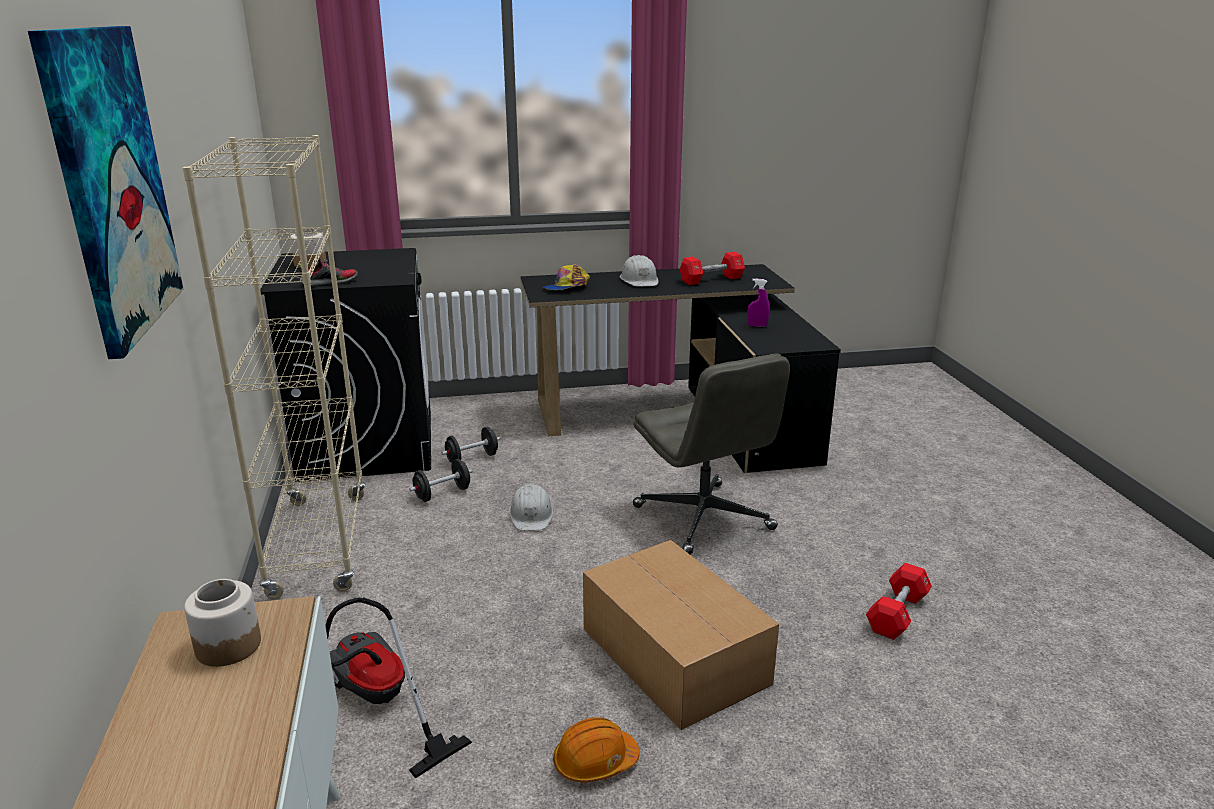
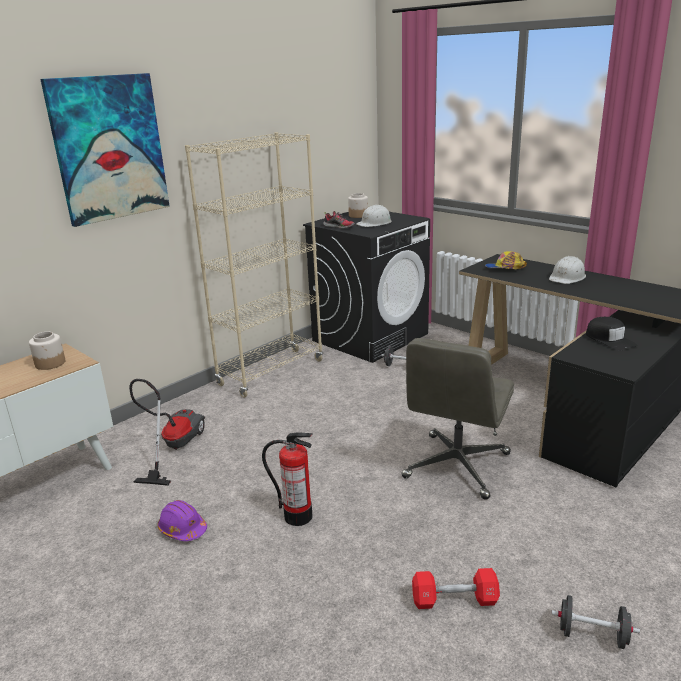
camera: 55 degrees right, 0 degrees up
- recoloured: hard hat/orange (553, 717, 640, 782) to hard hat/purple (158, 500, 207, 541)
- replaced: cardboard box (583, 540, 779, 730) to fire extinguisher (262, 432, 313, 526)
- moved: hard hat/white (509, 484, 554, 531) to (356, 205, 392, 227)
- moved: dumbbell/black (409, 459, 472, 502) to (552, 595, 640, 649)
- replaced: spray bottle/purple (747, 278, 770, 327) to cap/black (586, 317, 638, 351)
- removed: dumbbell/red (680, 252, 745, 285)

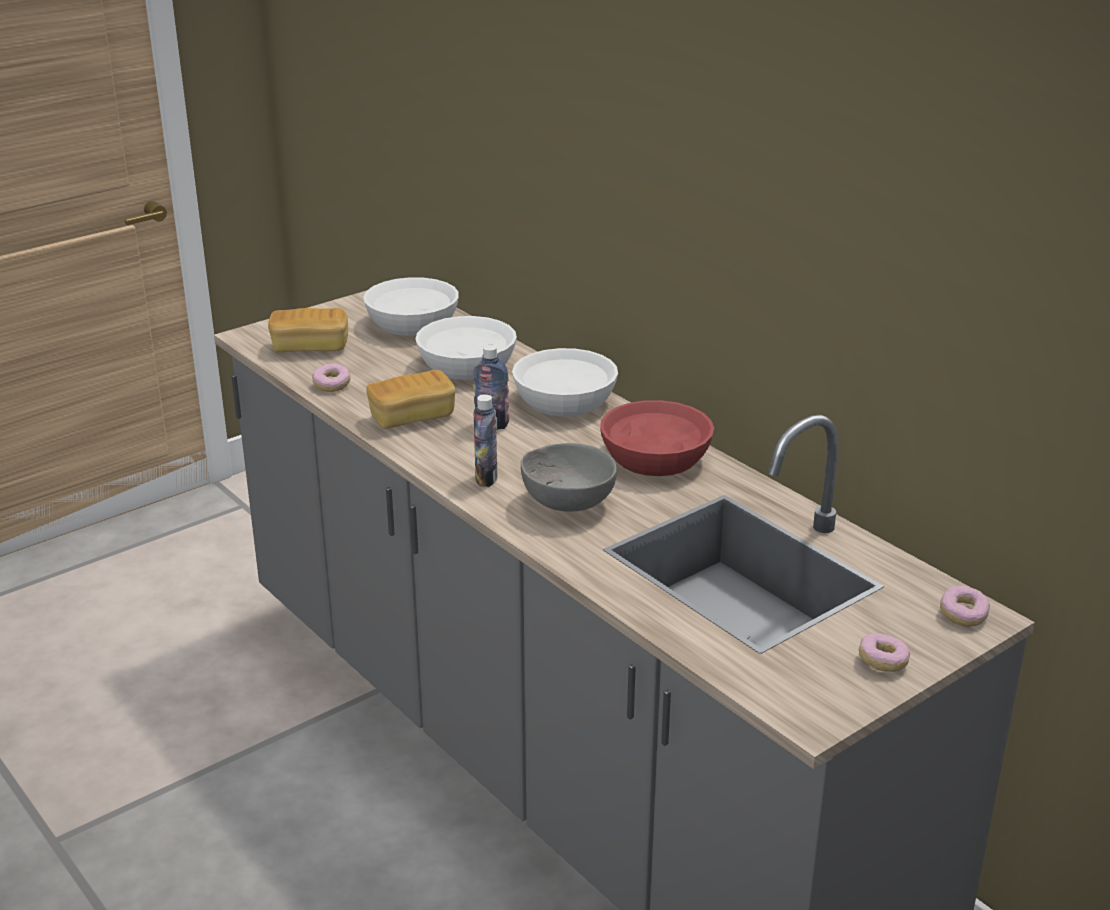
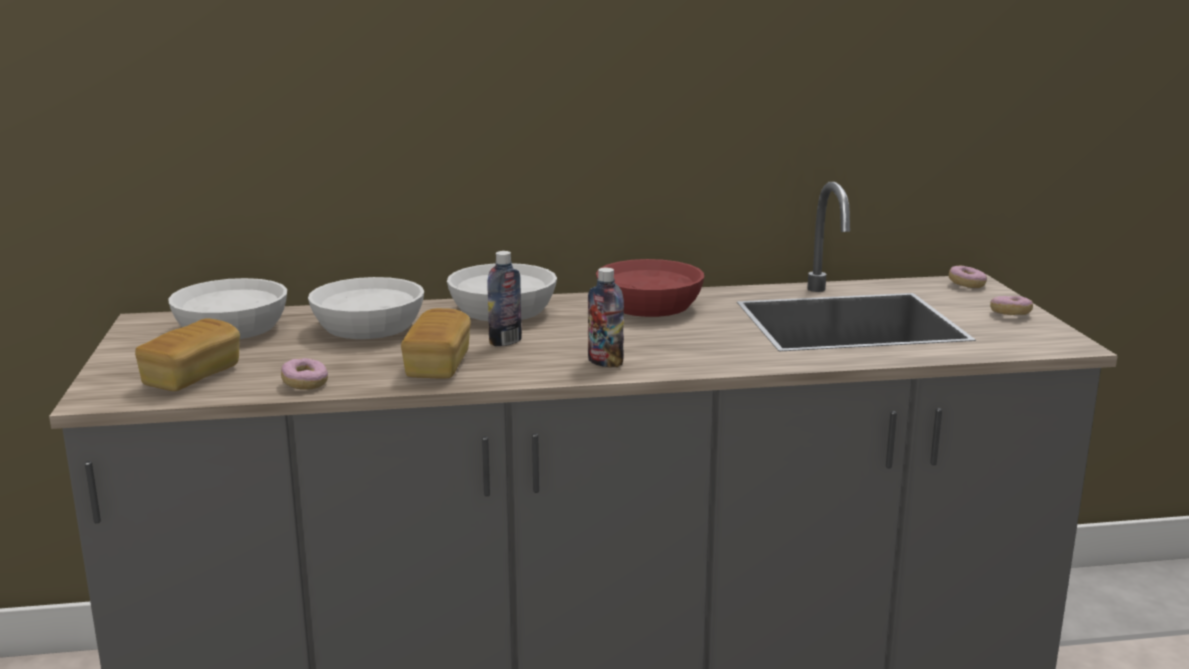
camera: 60 degrees left, 10 degrees down
- removed: bowl/grey (521, 443, 617, 512)

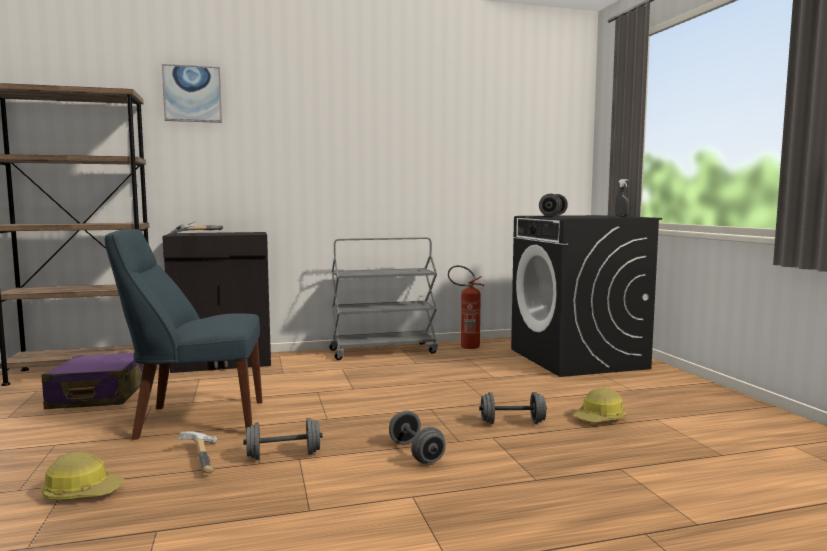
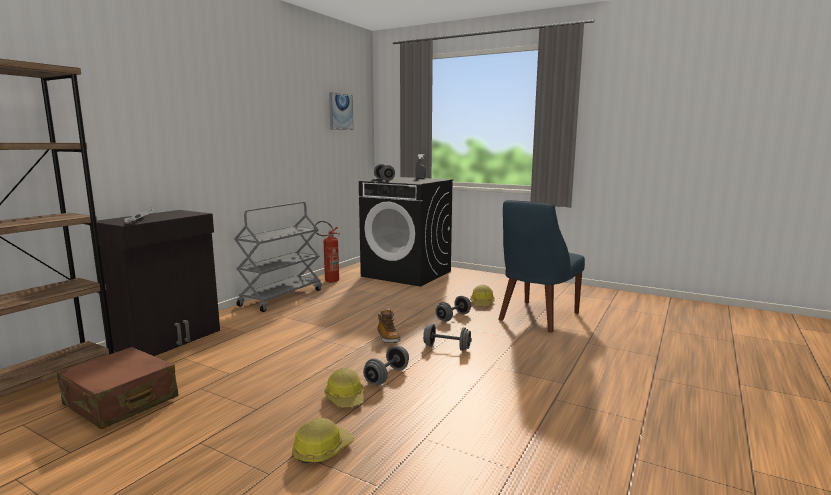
camera: 45 degrees left, 5 degrees up
- recoloured: suitcase/purple (41, 353, 144, 409) to suitcase/brown (57, 347, 178, 430)
- replaced: hammer (177, 431, 217, 473) to hard hat (324, 368, 364, 408)
- moved: picture (162, 64, 222, 123) to (329, 92, 354, 130)
- added: boot (378, 309, 401, 343)
- moved: chair/blue (105, 229, 263, 440) to (498, 200, 585, 333)

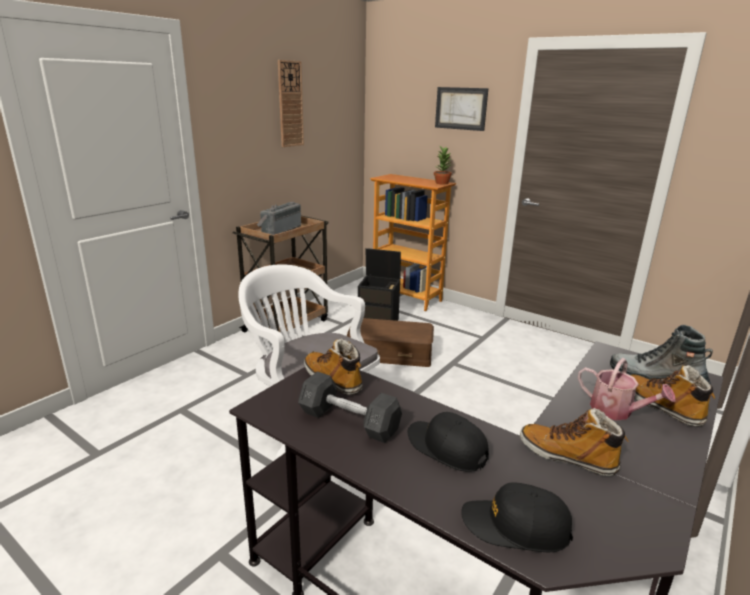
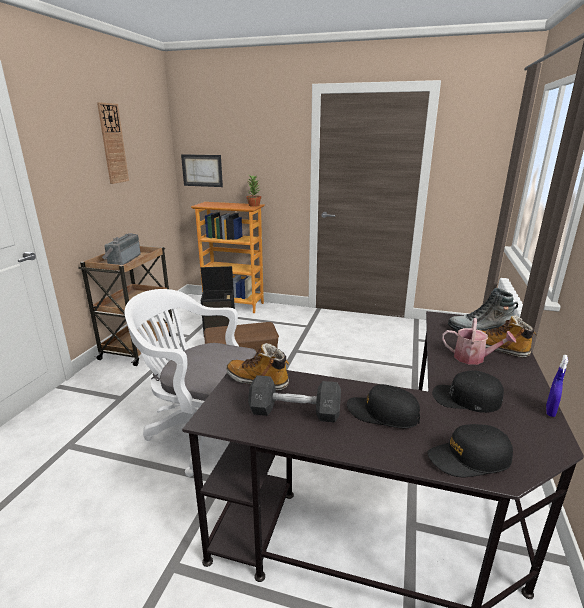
camera: 20 degrees left, 0 degrees up
- moved: picture (435, 87, 489, 131) to (181, 154, 223, 187)
- replaced: boot (520, 408, 629, 476) to cap/black (432, 370, 504, 413)
- added: spray bottle/blue (546, 355, 568, 417)

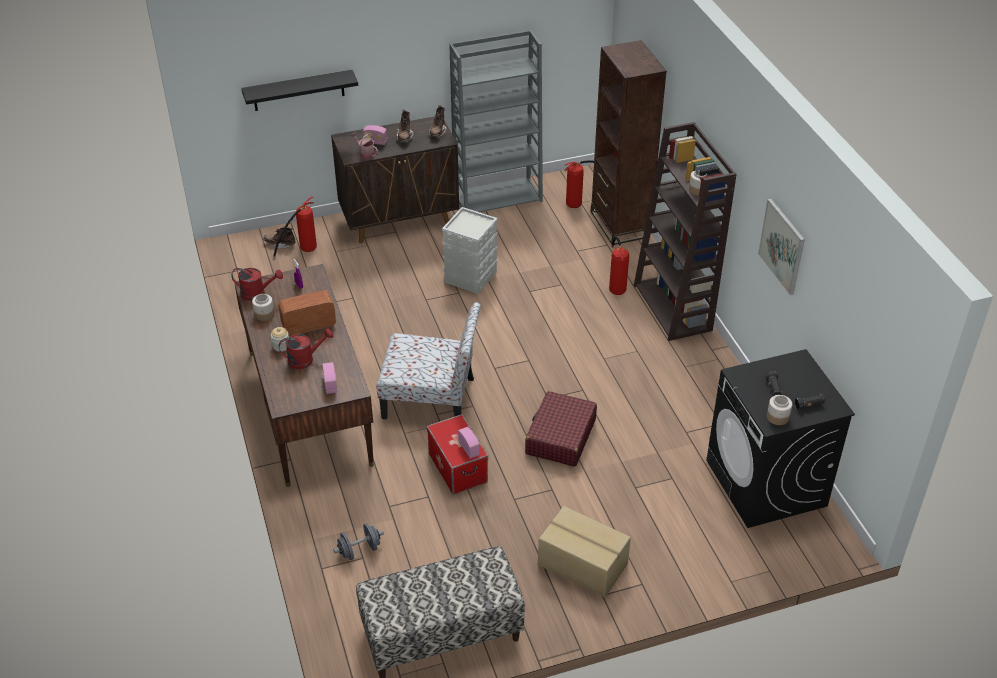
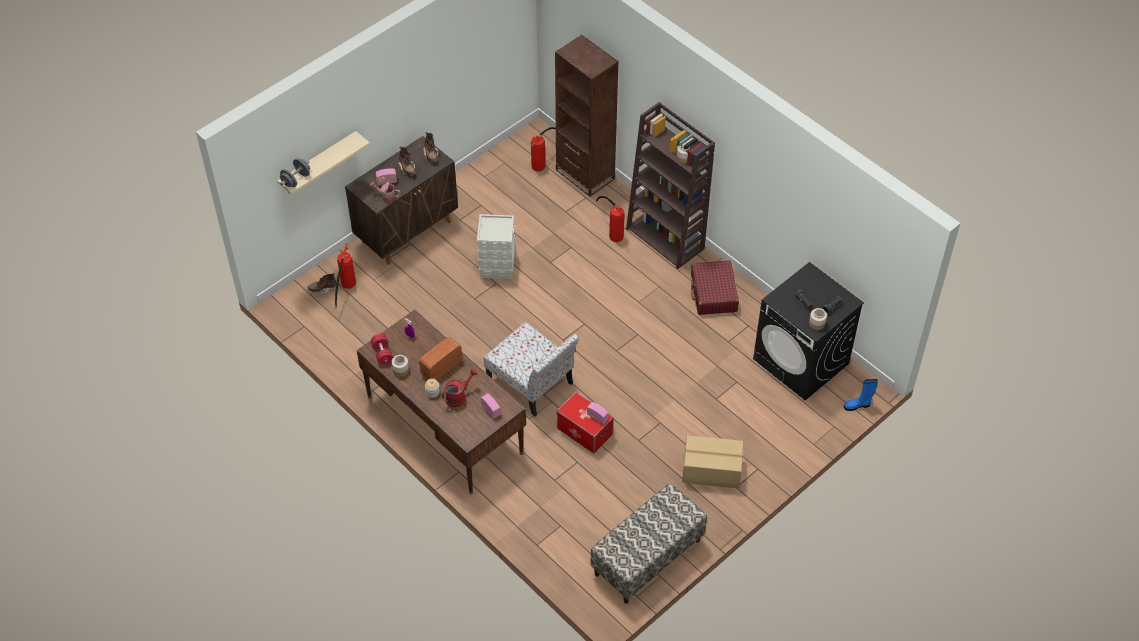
camera: 25 degrees left, 10 degrees up
- recoloured: shelf/black (241, 70, 358, 111) to shelf/beige (278, 131, 370, 195)
- moved: dumbbell/grey (333, 523, 384, 560) to (280, 158, 310, 187)
- replaced: watering can/red (231, 268, 283, 301) to dumbbell/red (371, 334, 393, 365)
- turned: chair (376, 302, 481, 420) = (484, 322, 579, 417) 60 degrees clockwise
- moved: suitcase/red (525, 391, 597, 467) to (691, 260, 739, 315)
- added: boot/blue (844, 379, 878, 411)
- removed: bookcase/grey (449, 30, 543, 212)
- removed: picture (758, 199, 805, 295)

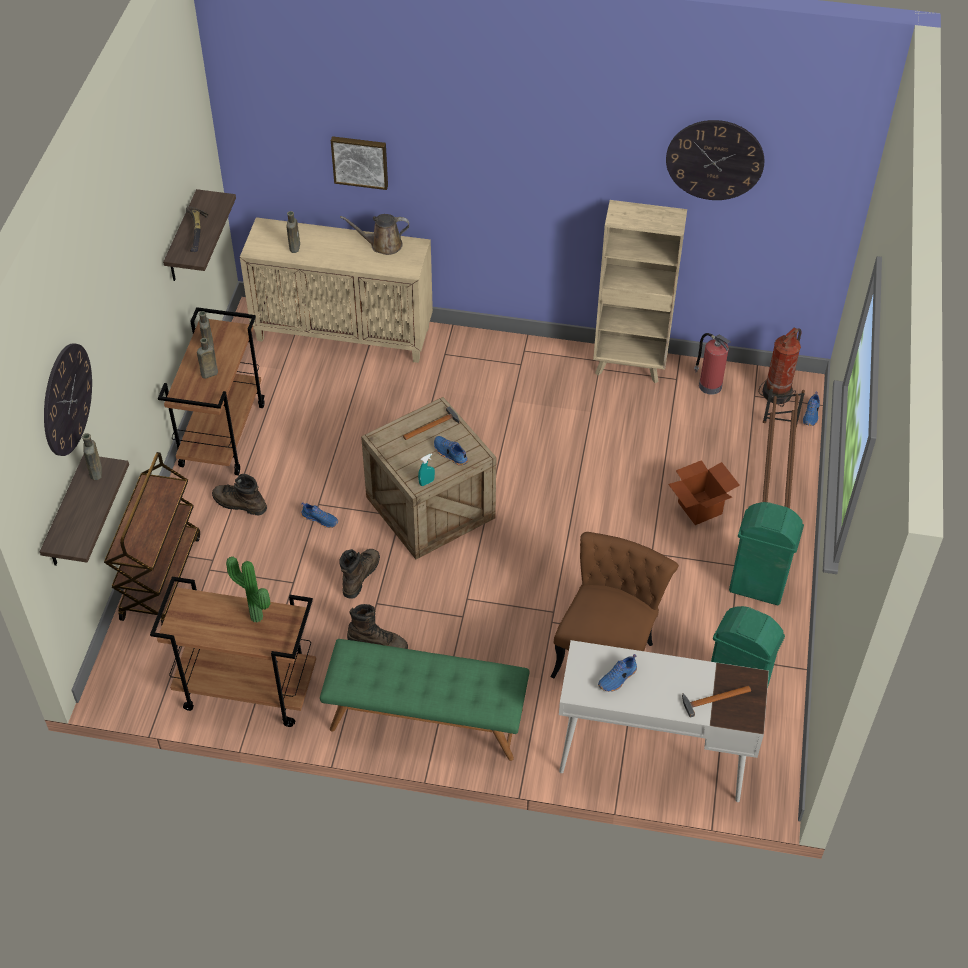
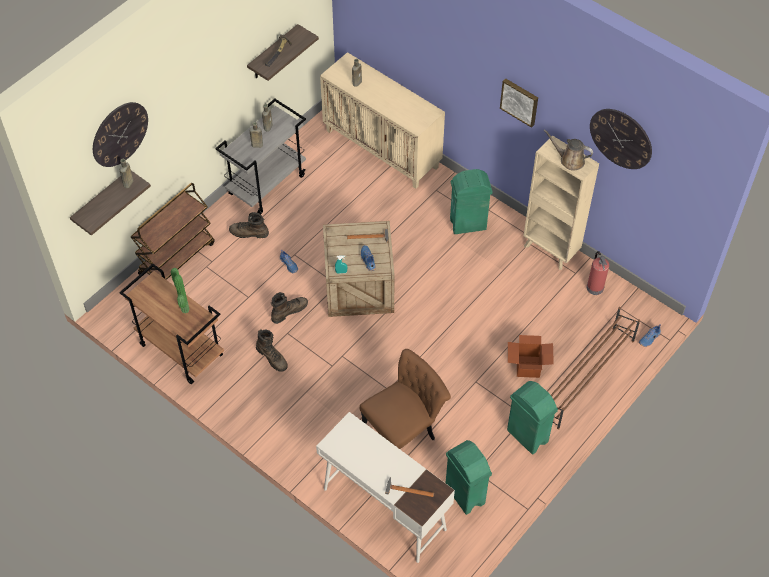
camera: 30 degrees right, 5 degrees up
- recoloured: cart/brown (158, 307, 265, 475) to cart/grey (215, 99, 306, 214)
- turned: boot/brown (212, 474, 267, 515) = (229, 212, 269, 238) 45 degrees counterclockwise
- added: trash can/green (450, 169, 493, 234)
- moved: picture (331, 136, 388, 190) to (500, 78, 538, 128)
- moved: watering can/brown (340, 214, 409, 255) to (543, 129, 593, 170)
- removed: bench/green (320, 639, 530, 761)
- removed: shoe/blue (598, 654, 637, 692)
- removed: fire extinguisher (758, 327, 802, 407)

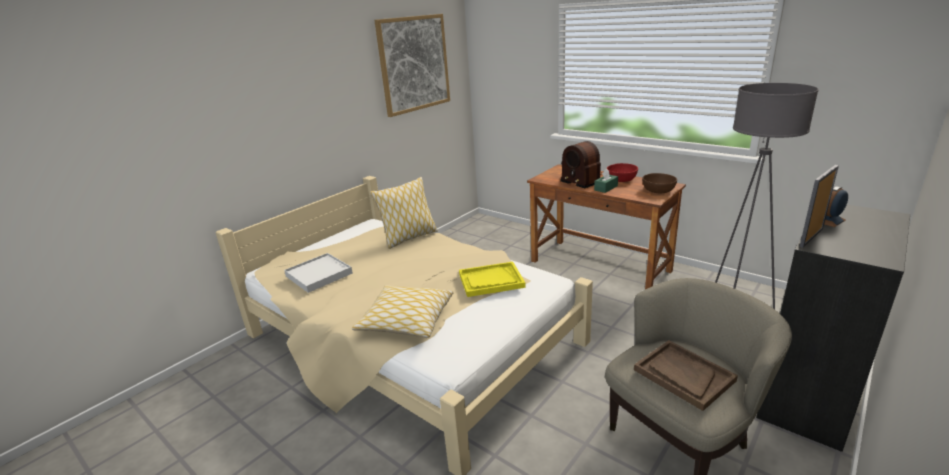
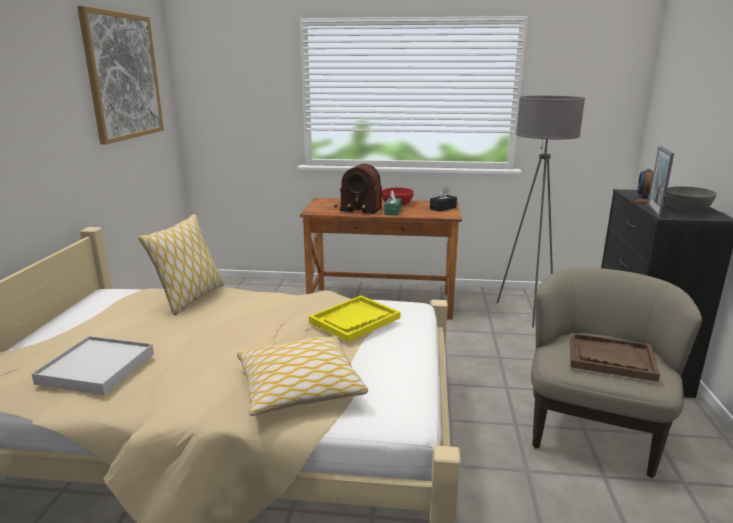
camera: 35 degrees left, 5 degrees down
- replaced: bowl/brown (642, 173, 677, 193) to tissue box/black (430, 187, 457, 212)
- added: bowl/grey (665, 186, 717, 211)

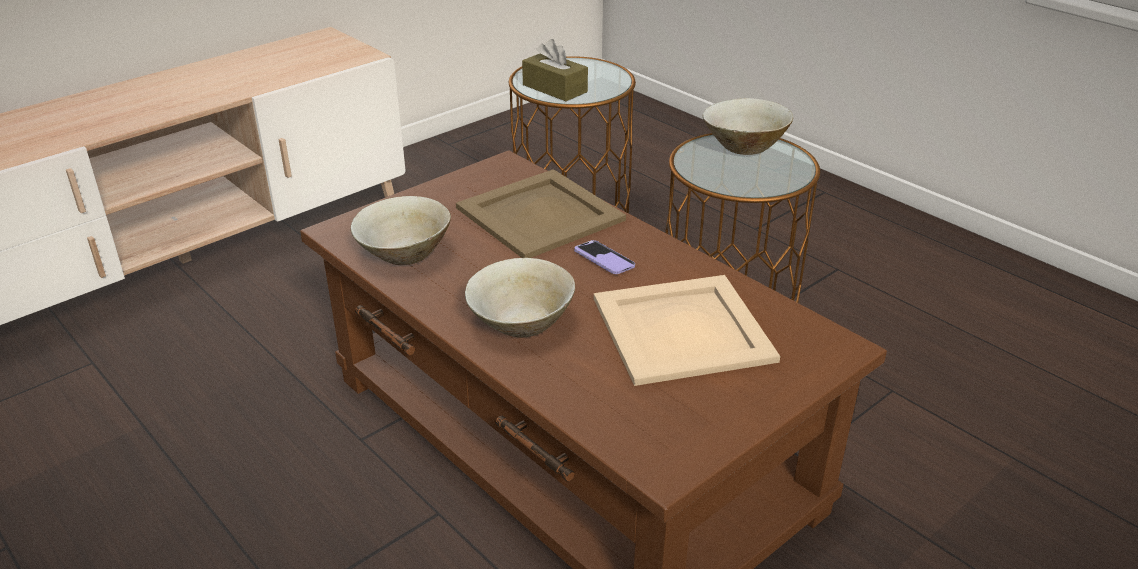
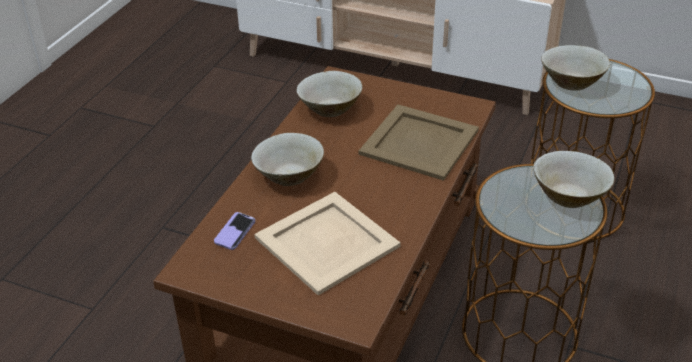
camera: 65 degrees right, 5 degrees up
- moved: phone (574, 240, 635, 274) to (214, 212, 255, 250)
- replaced: tissue box/brown (522, 39, 588, 101) to bowl/beige (541, 45, 610, 91)

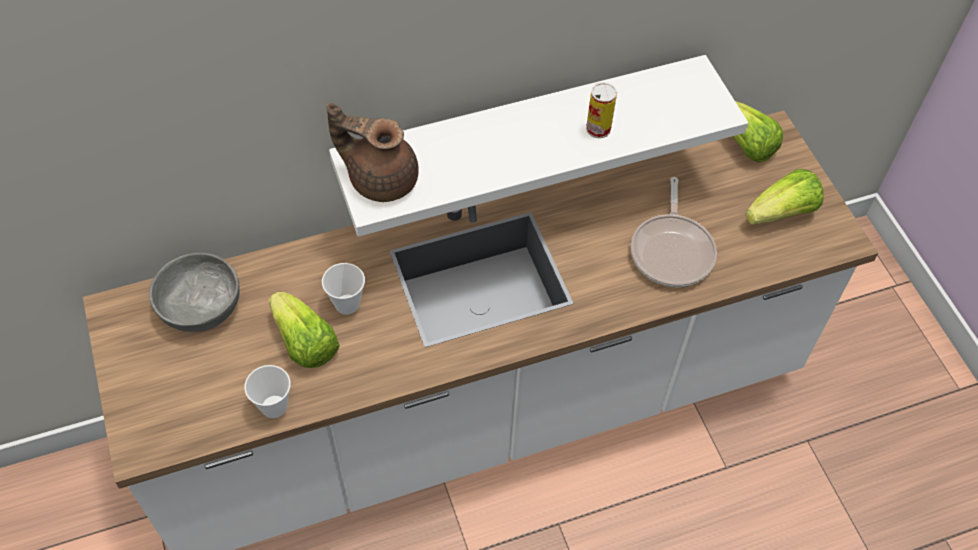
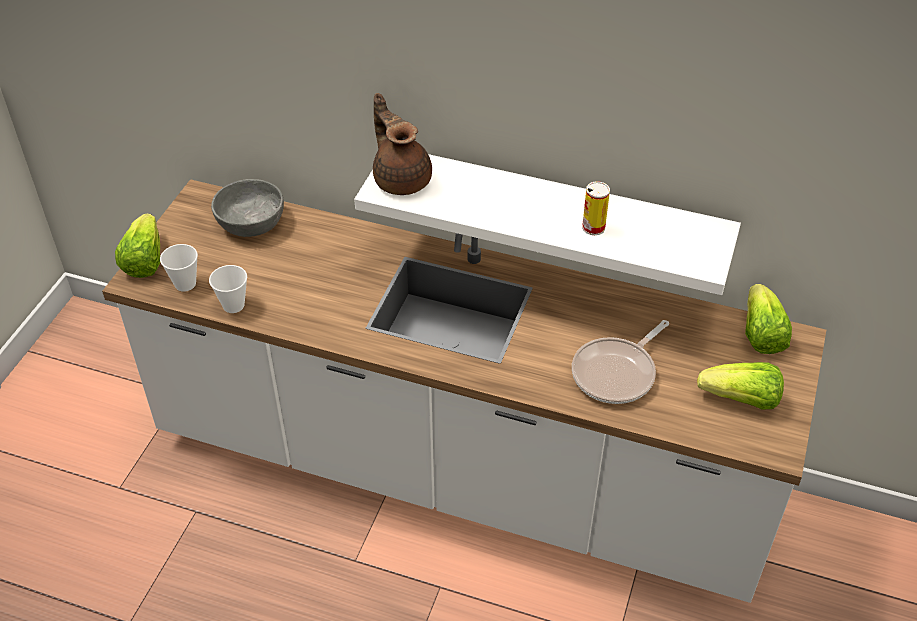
camera: 40 degrees right, 10 degrees down
- moved: lettuce (269, 292, 340, 368) to (115, 214, 160, 278)
- moved: cup (322, 263, 365, 315) to (160, 244, 198, 292)

